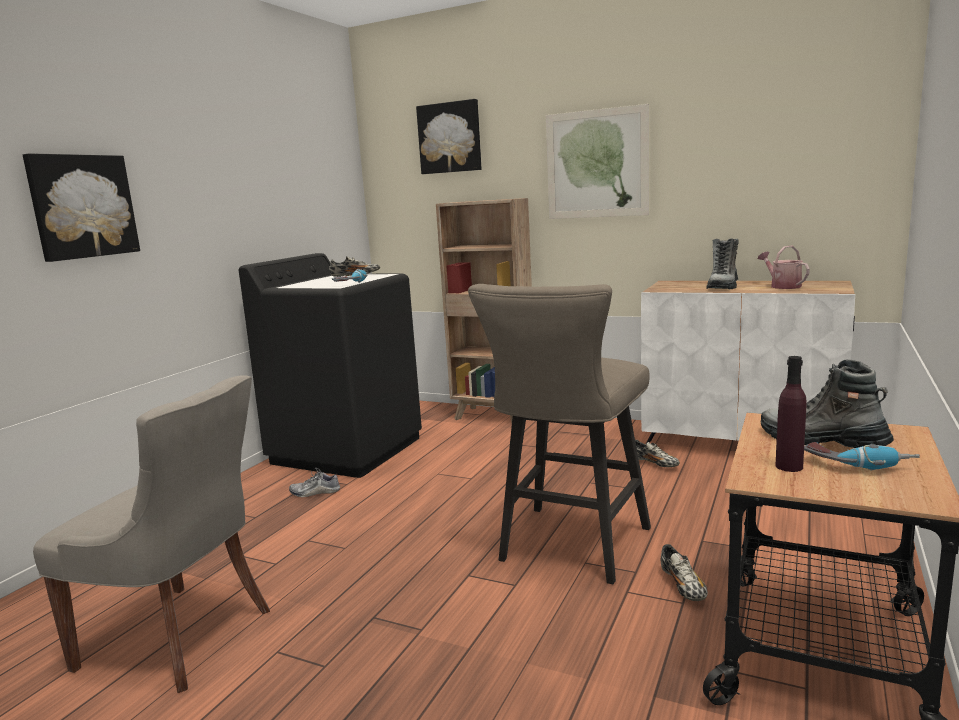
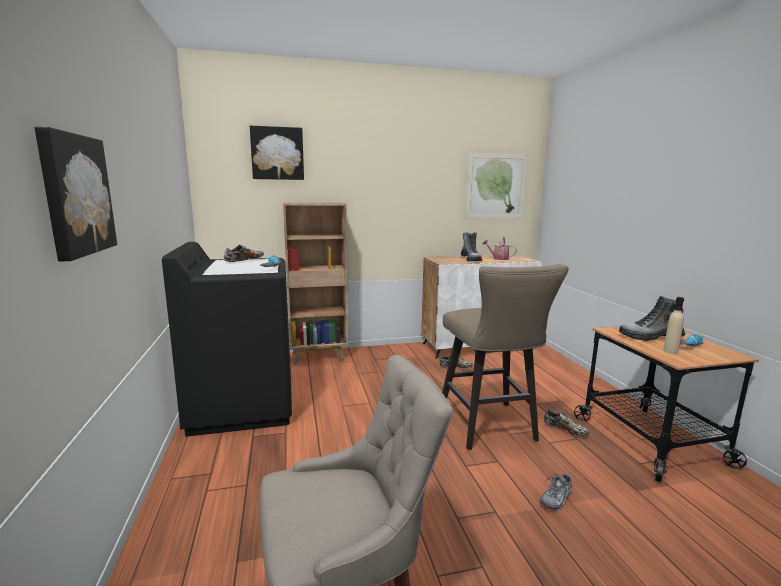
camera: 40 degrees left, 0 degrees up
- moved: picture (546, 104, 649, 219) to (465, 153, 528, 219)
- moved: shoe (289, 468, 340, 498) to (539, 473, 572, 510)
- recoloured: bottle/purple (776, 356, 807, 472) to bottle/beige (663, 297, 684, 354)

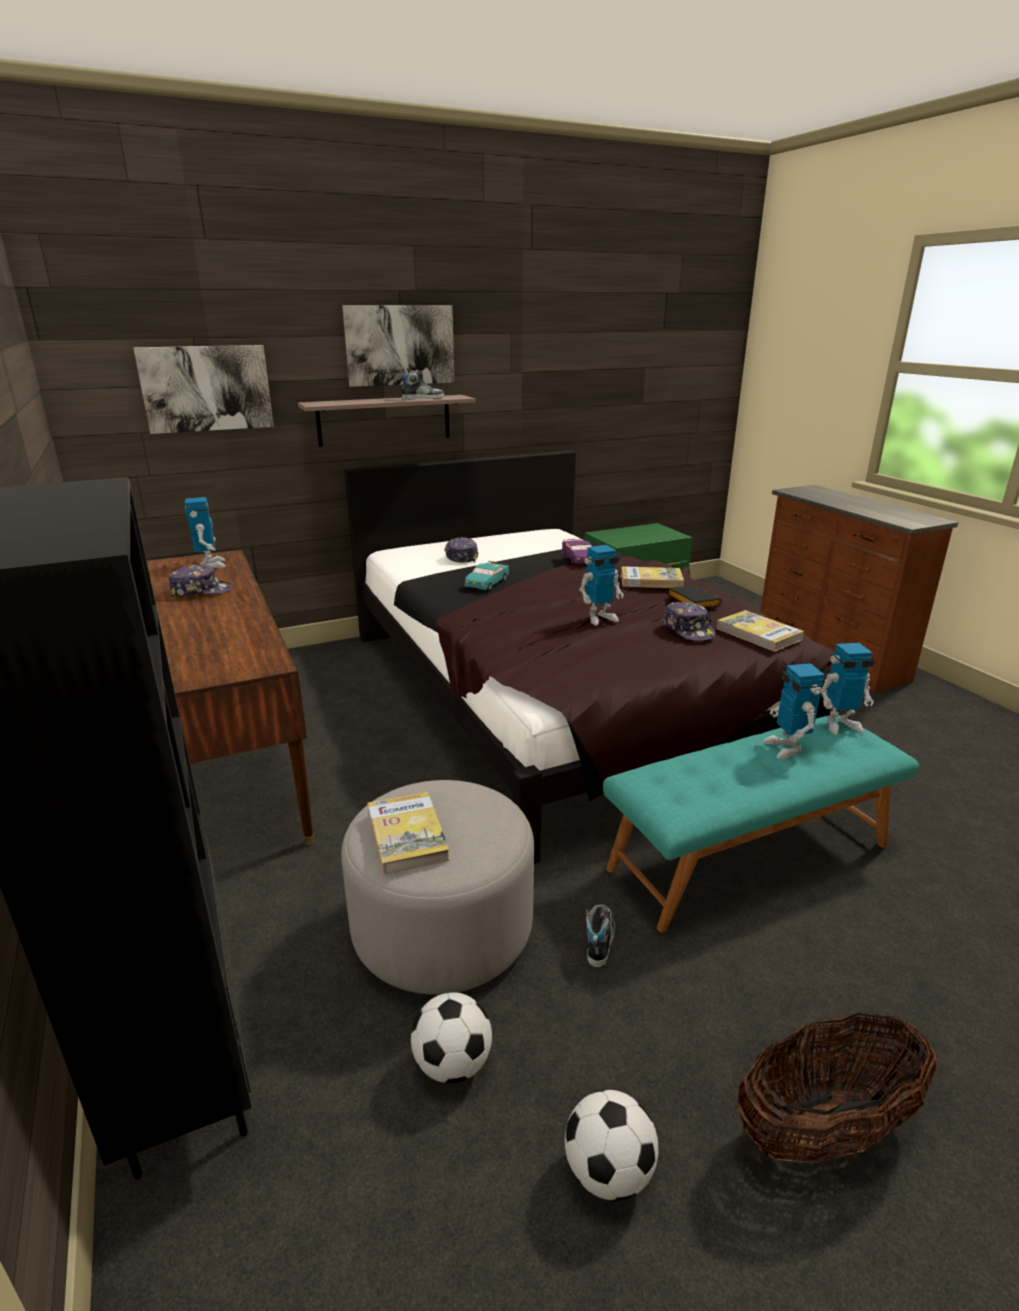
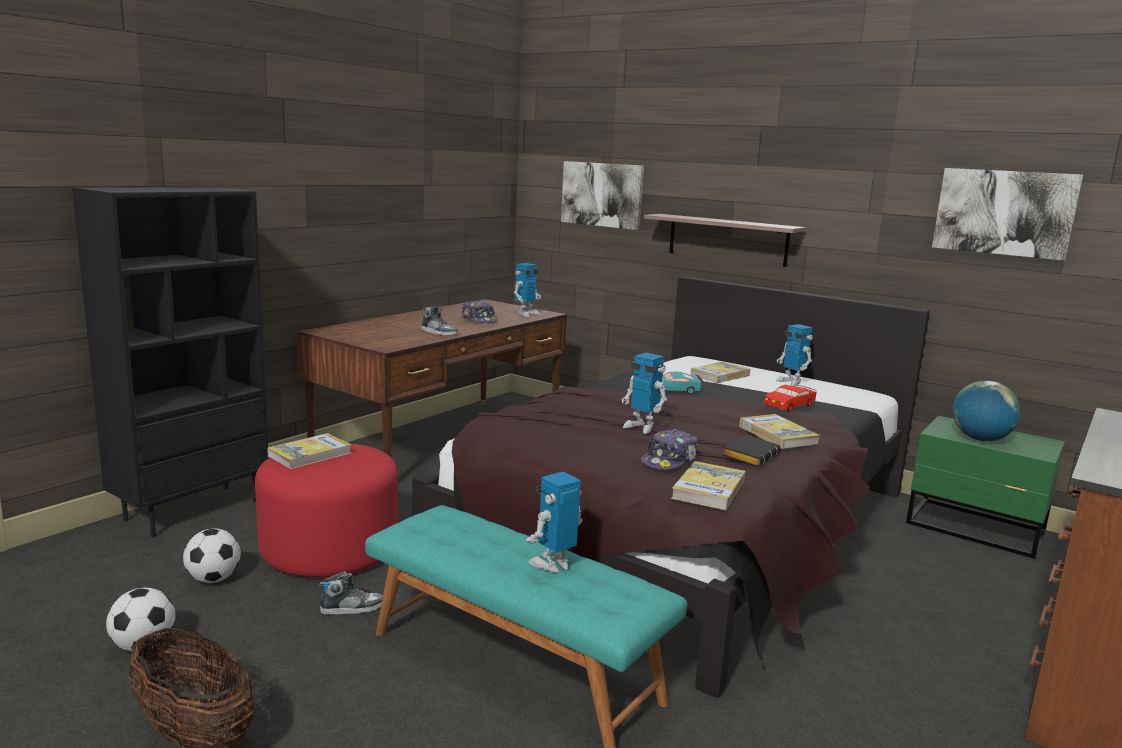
camera: 60 degrees right, 10 degrees down
- recoloured: ottoman/grey (341, 780, 534, 995) to ottoman/red (255, 443, 398, 577)
- moved: shoe (400, 371, 444, 400) to (421, 306, 458, 336)
- replaced: cap (444, 537, 478, 563) to book (690, 361, 750, 383)
- recoloured: toy car/purple (562, 539, 592, 564) to toy car/red (763, 385, 817, 412)
- moved: toy robot (821, 643, 875, 735) to (776, 324, 813, 386)
- moved: picture (342, 305, 455, 387) to (932, 168, 1084, 261)
- added: globe (952, 380, 1021, 441)

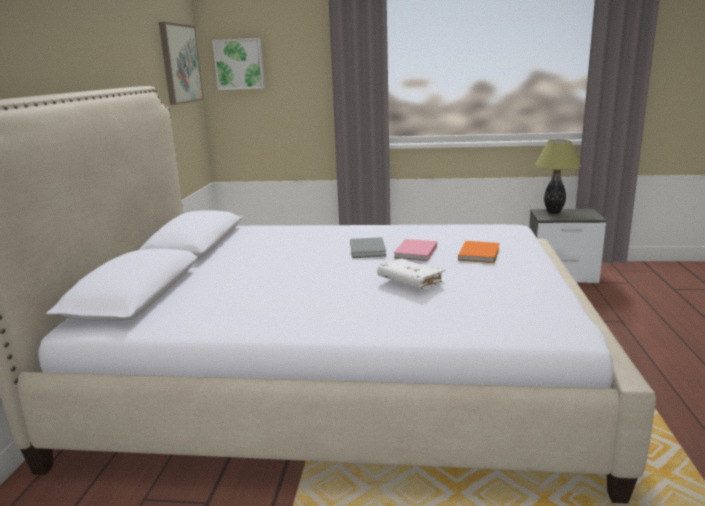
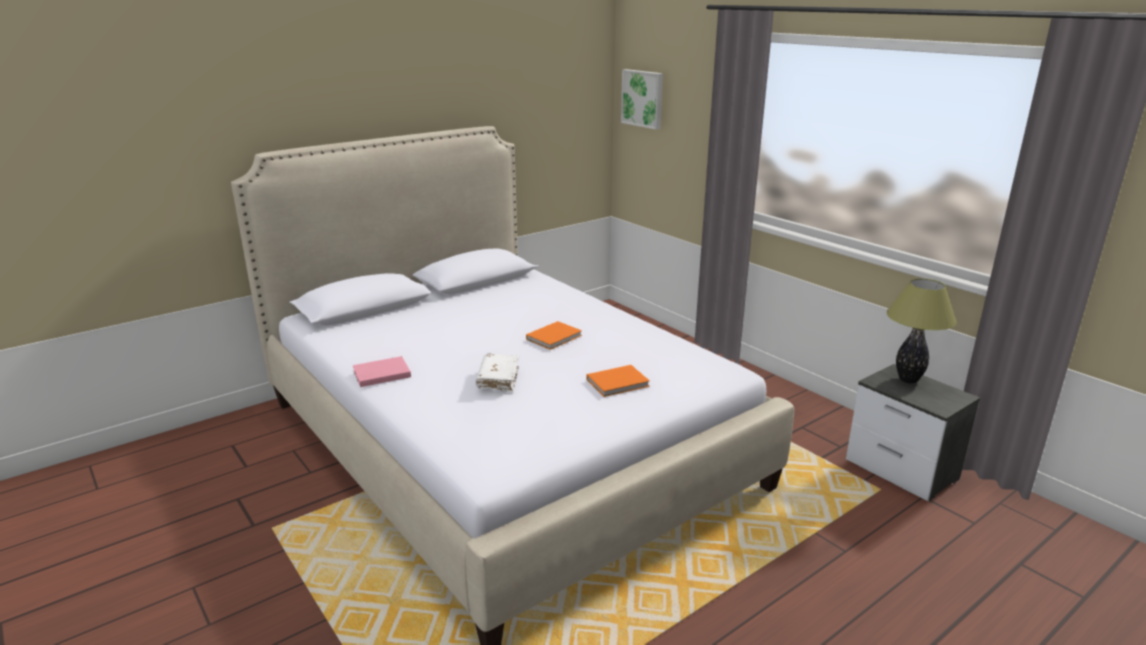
camera: 45 degrees right, 5 degrees up
- moved: book/pink (394, 239, 437, 261) to (353, 356, 411, 387)
- recoloured: book/grey (350, 237, 386, 258) to book/orange (526, 321, 582, 350)
- removed: picture (159, 22, 204, 105)

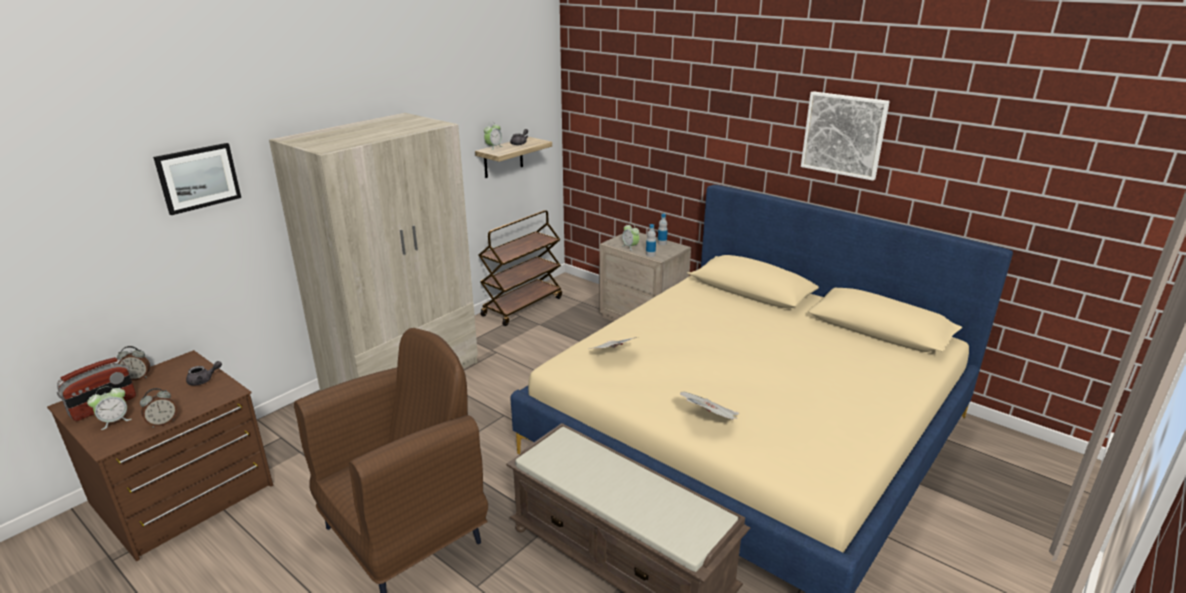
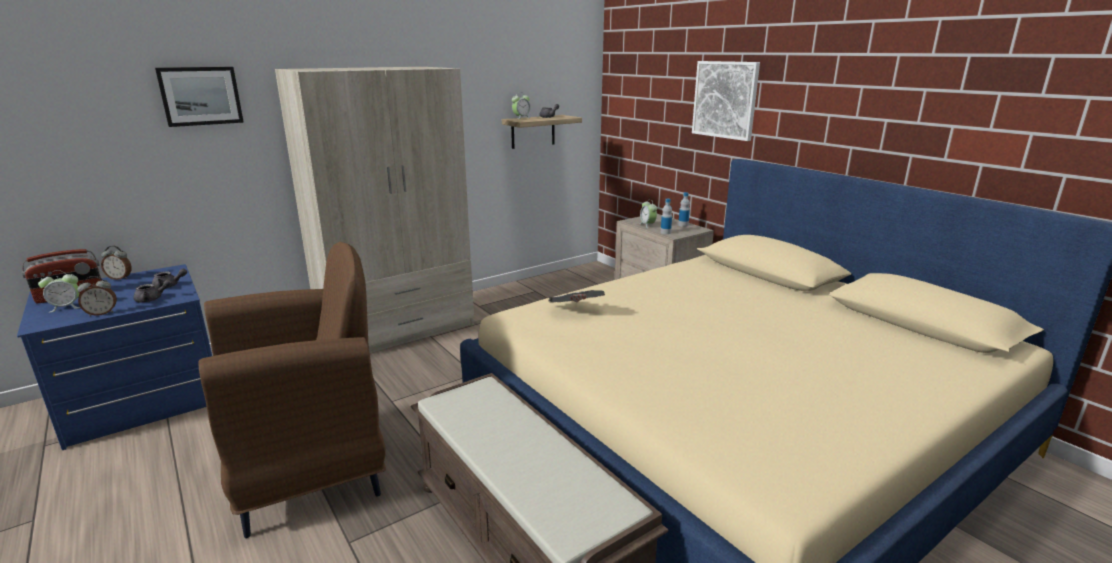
camera: 15 degrees right, 5 degrees down
- recoloured: dresser/brown (47, 350, 273, 561) to dresser/blue (17, 264, 212, 450)
- added: teapot/grey (133, 279, 172, 303)
- moved: picture (801, 91, 890, 181) to (692, 61, 760, 141)
- removed: cart/brown (478, 210, 562, 326)
- removed: newspaper (680, 391, 739, 420)

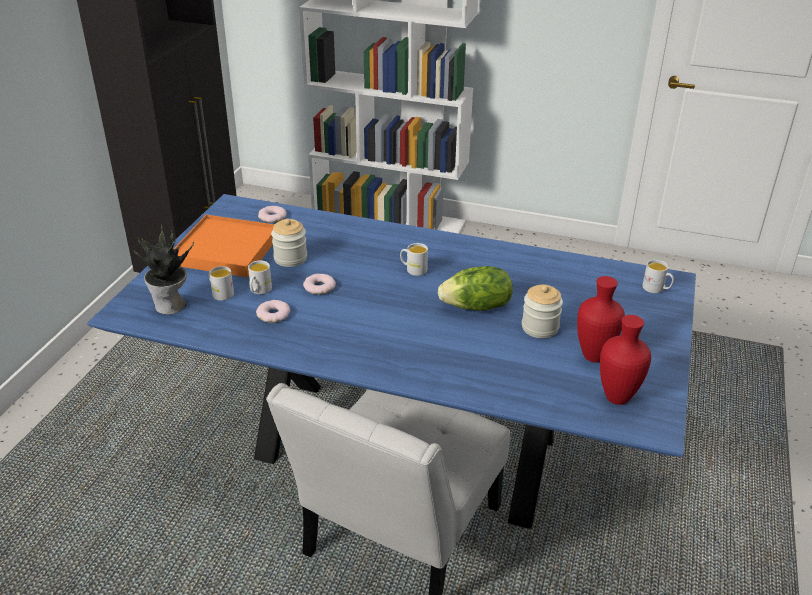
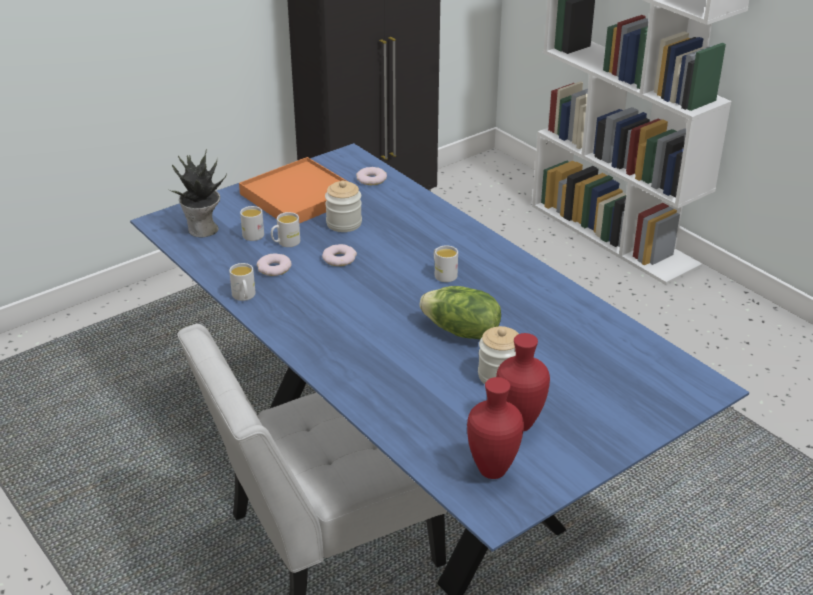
camera: 35 degrees right, 0 degrees up
- moved: mug/white (642, 260, 674, 293) to (229, 263, 256, 301)

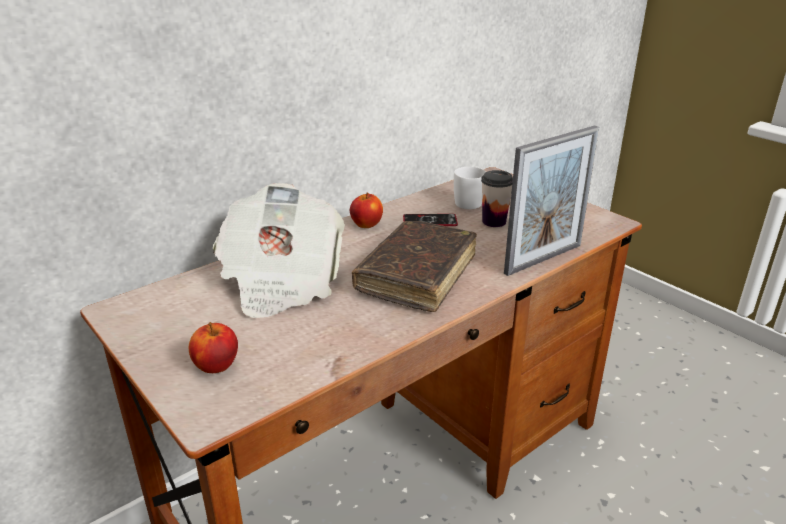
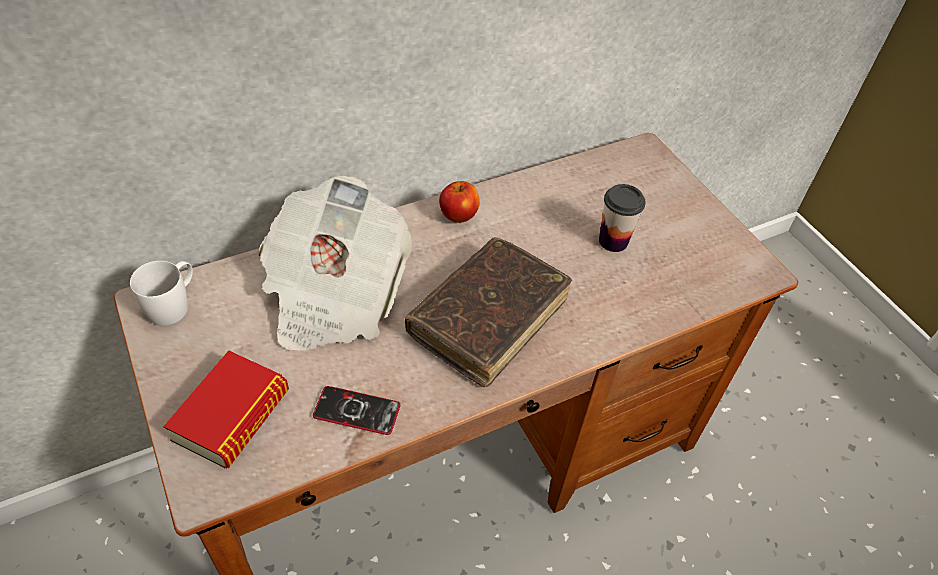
camera: 10 degrees right, 20 degrees up
- moved: mug/white (454, 167, 486, 209) to (130, 261, 193, 326)
- replaced: apple (189, 322, 238, 373) to book (163, 350, 289, 468)
- moved: phone (403, 214, 458, 226) to (313, 386, 400, 435)
- removed: picture frame (504, 125, 599, 276)

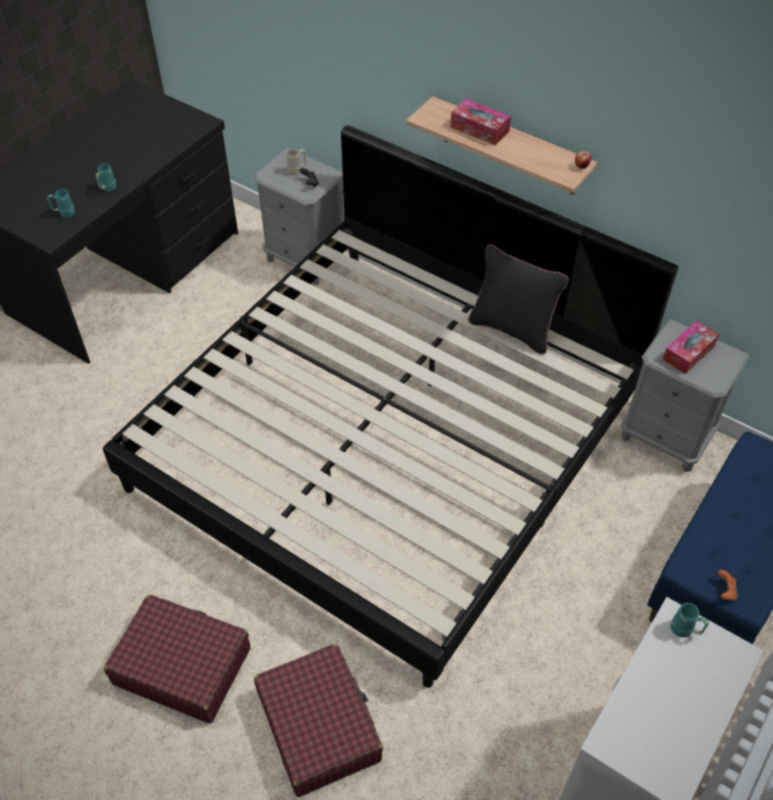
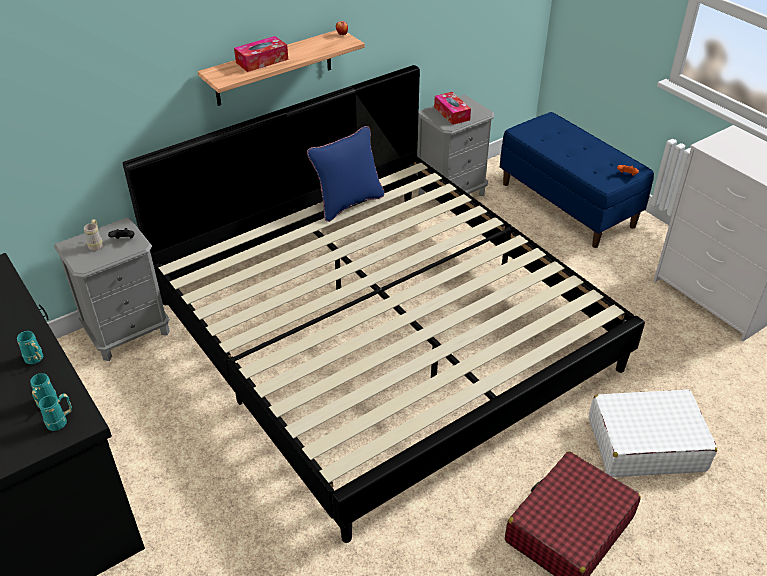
camera: 70 degrees left, 10 degrees down
- moved: mug/turquoise (671, 603, 709, 638) to (39, 393, 72, 431)
- recoloured: pillow/black (468, 244, 569, 355) to pillow/blue (307, 126, 385, 222)
- recoloured: suitcase/red (254, 644, 383, 797) to suitcase/white (589, 389, 717, 477)

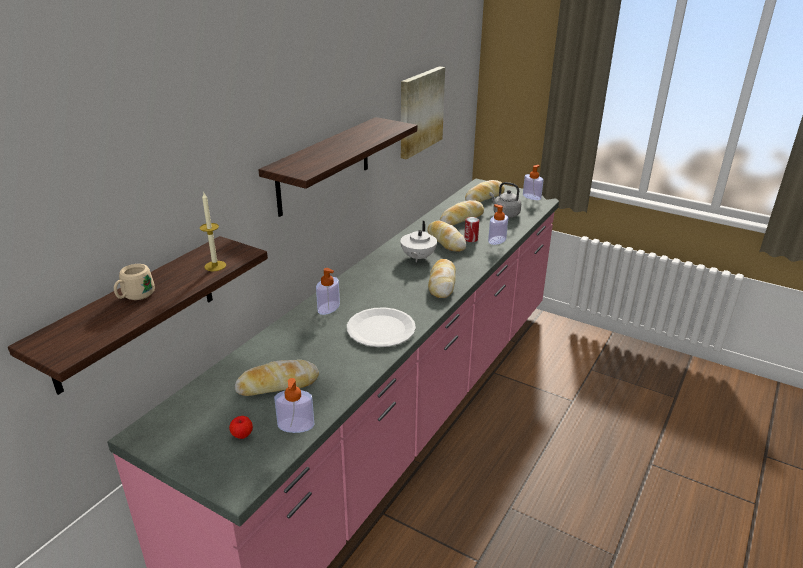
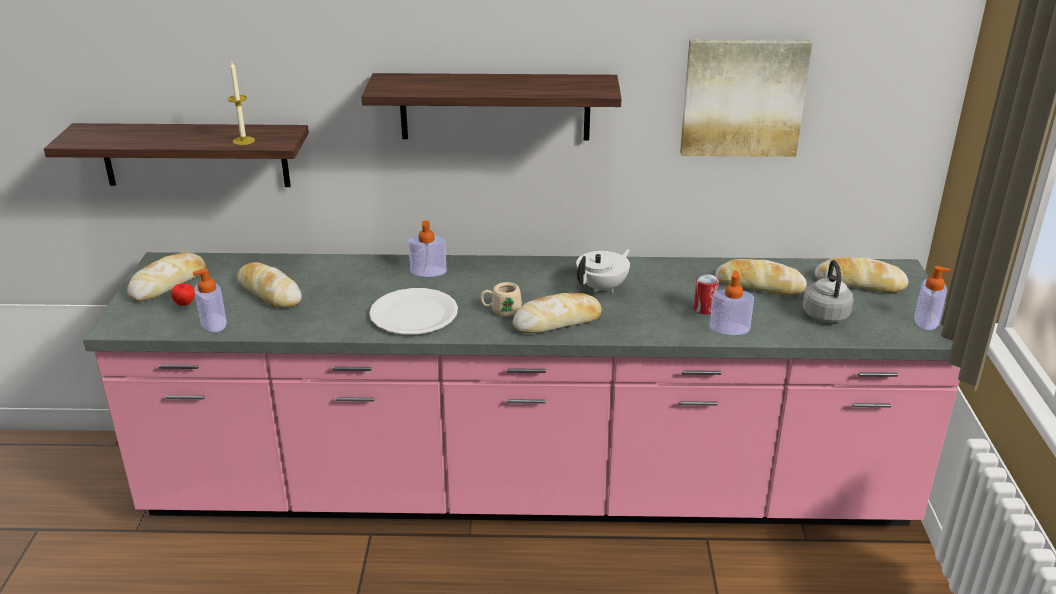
camera: 60 degrees right, 0 degrees up
- moved: bread (427, 221, 466, 252) to (127, 252, 206, 301)
- moved: mug/beige (114, 264, 155, 300) to (481, 282, 522, 317)
- turned: teapot/white (400, 221, 437, 262) = (576, 249, 630, 293) 150 degrees clockwise

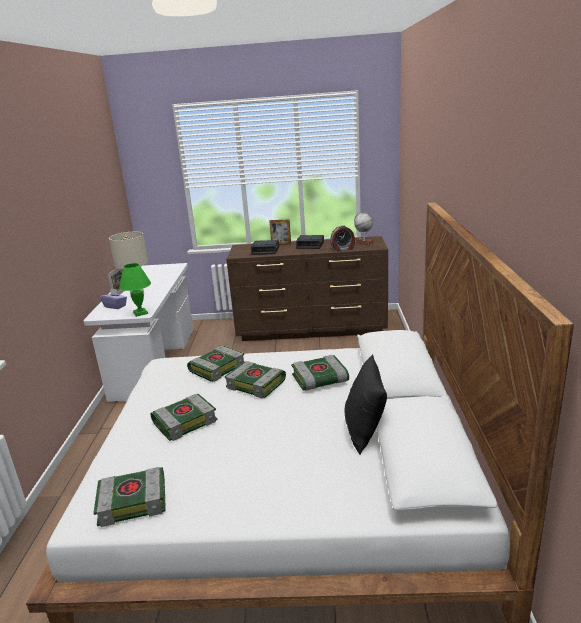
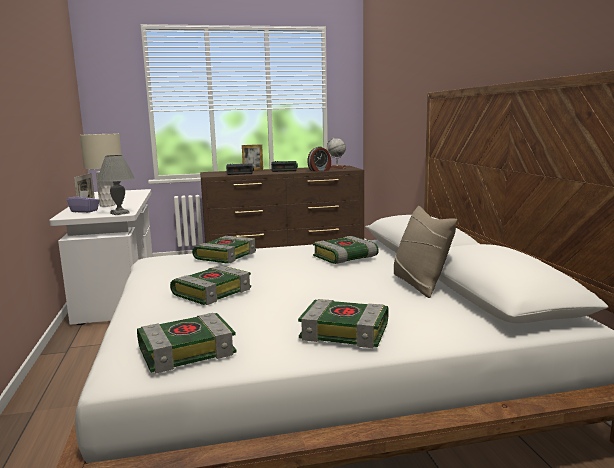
camera: 15 degrees left, 10 degrees down
- recoloured: table lamp/green (119, 263, 151, 317) to table lamp/grey (97, 155, 135, 215)
- moved: book (225, 361, 286, 399) to (298, 299, 389, 348)
- recoloured: pillow/black (345, 355, 387, 455) to pillow/beige (394, 206, 457, 298)

